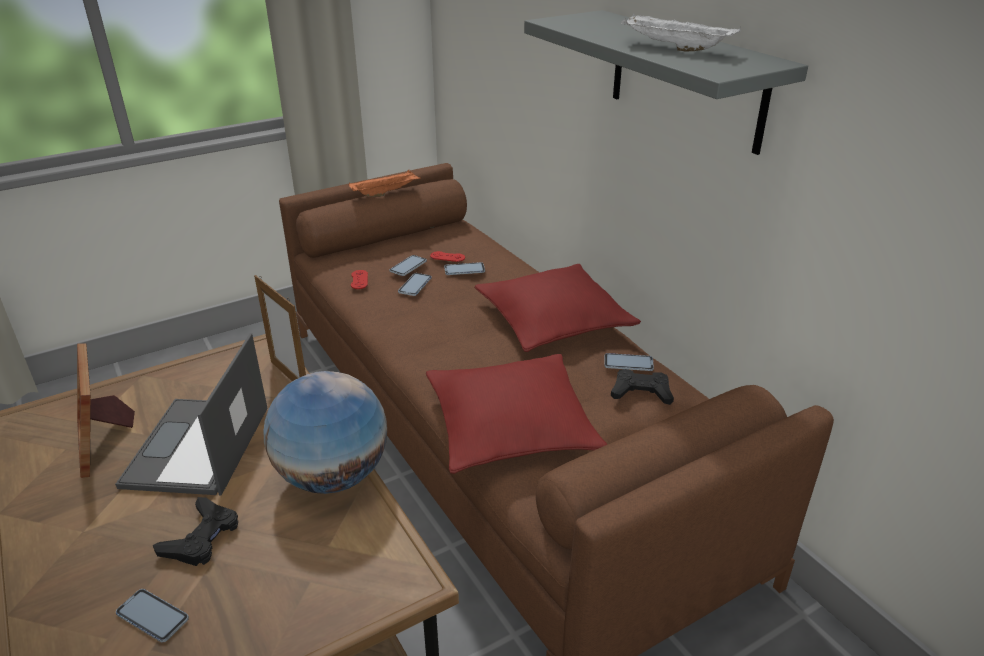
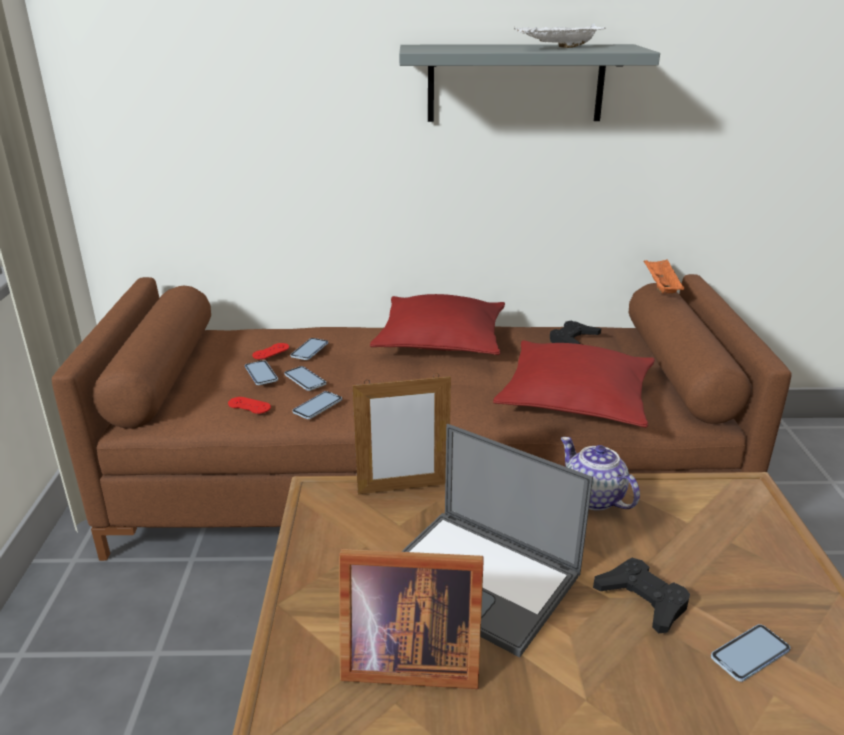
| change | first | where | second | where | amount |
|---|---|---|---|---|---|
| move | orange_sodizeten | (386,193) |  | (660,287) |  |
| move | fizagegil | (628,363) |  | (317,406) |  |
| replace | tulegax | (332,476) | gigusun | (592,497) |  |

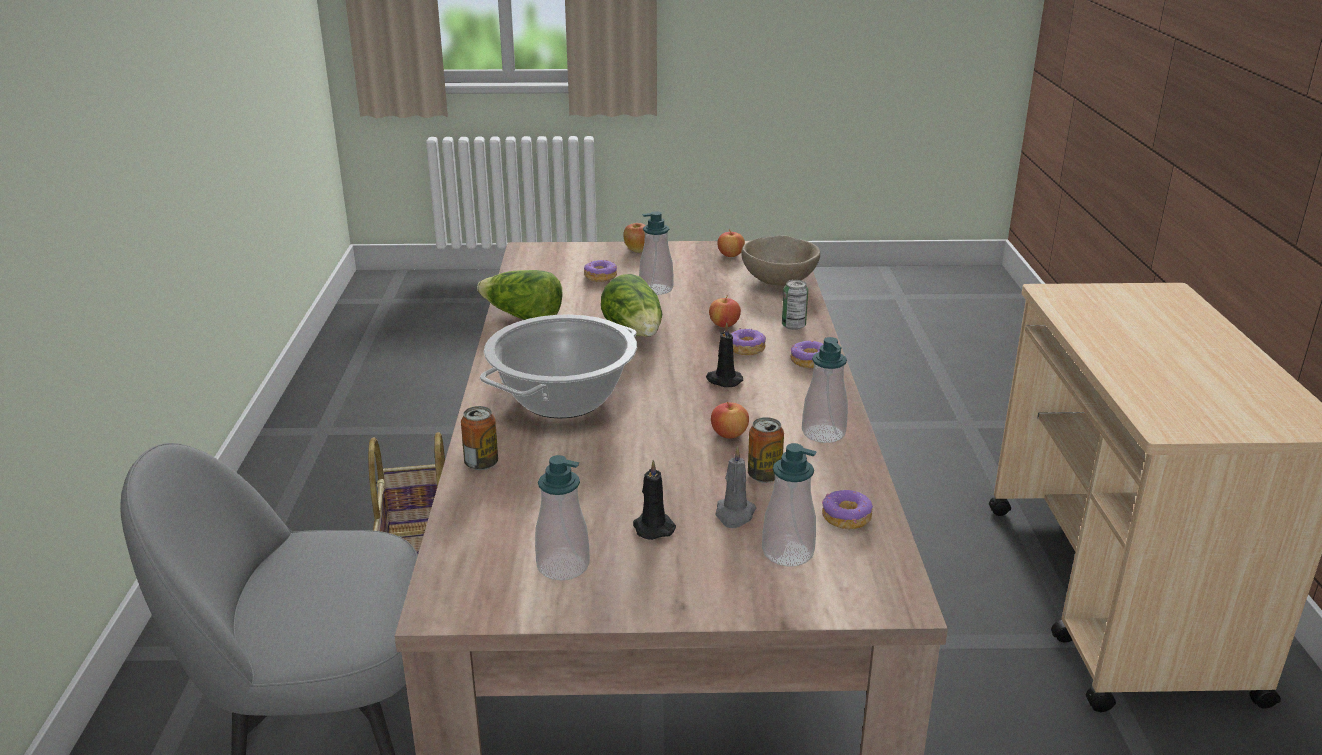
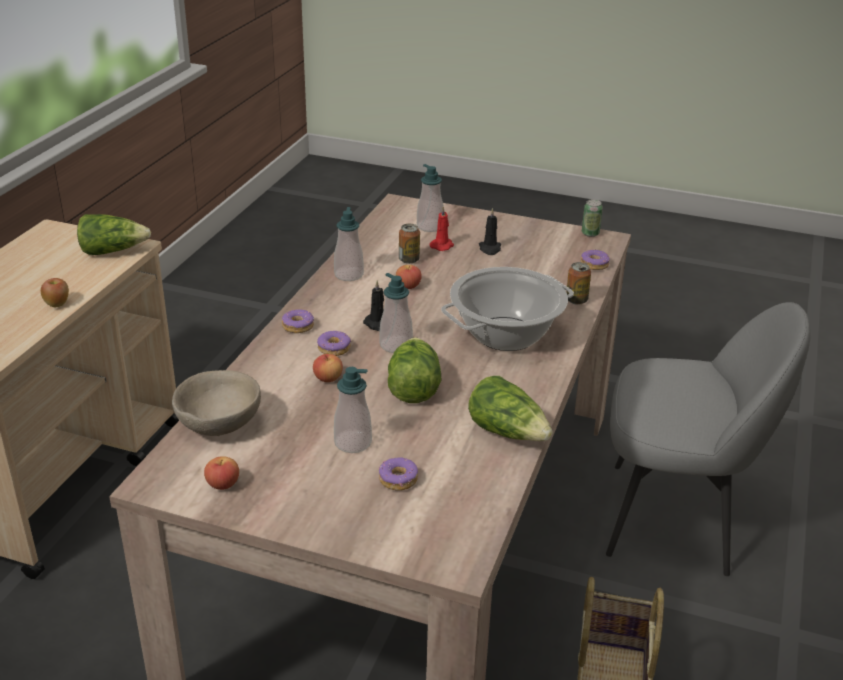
| change | first | where | second | where | amount |
|---|---|---|---|---|---|
| move | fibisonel | (636,250) |  | (57,304) |  |
| move | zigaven | (793,326) |  | (590,233) |  |
| recolor | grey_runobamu | (734,515) | red_runobamu | (442,246) |  |
| move | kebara | (563,566) |  | (396,345) |  |
| move | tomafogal | (846,517) |  | (594,264) |  |
| insert |  |  | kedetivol | (113,251) |  |

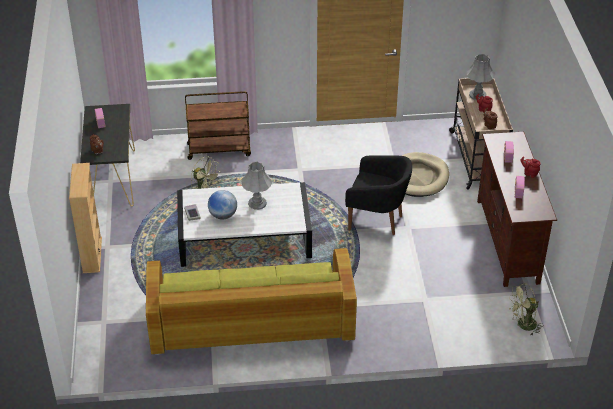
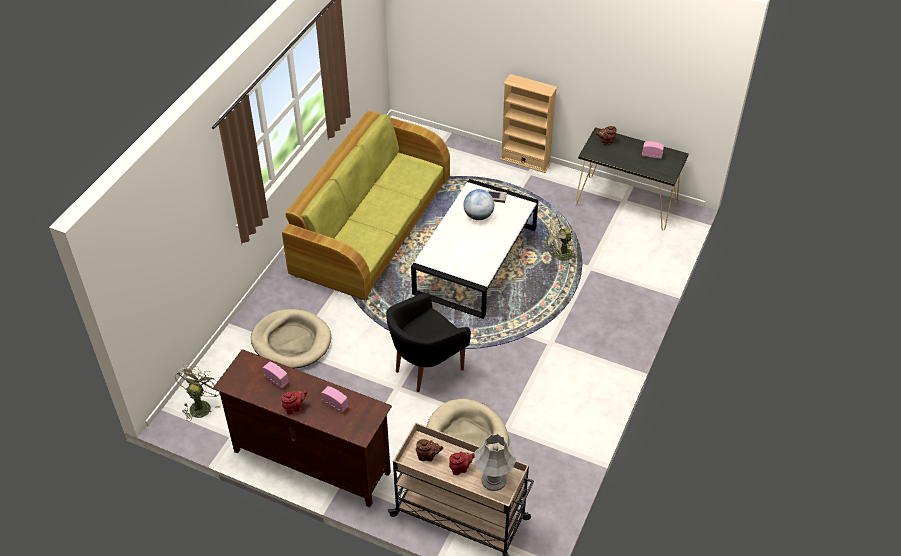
| change | first | where | second | where | amount |
|---|---|---|---|---|---|
| delete | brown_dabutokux | (219,149) |  |  |  |
| delete | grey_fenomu | (257,203) |  |  |  |
| insert |  |  | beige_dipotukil | (291,341) |  |

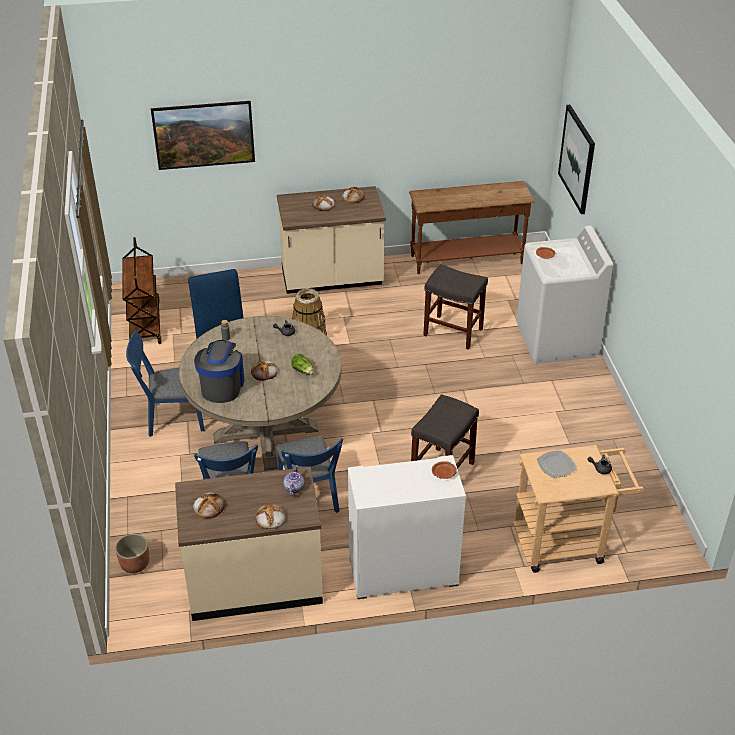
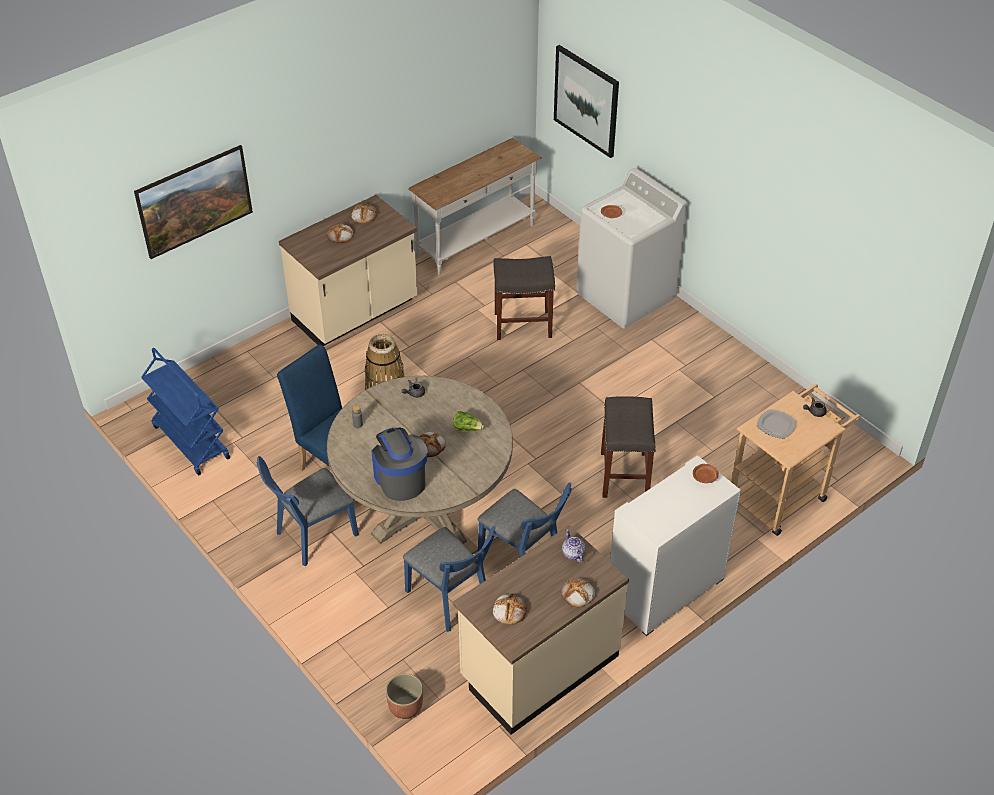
| change | first | where | second | where | amount |
|---|---|---|---|---|---|
| recolor | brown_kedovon | (467,260) | white_kedovon | (476,241) |  |
| recolor | brown_dabutokux | (144,323) | blue_dabutokux | (190,442) |  |

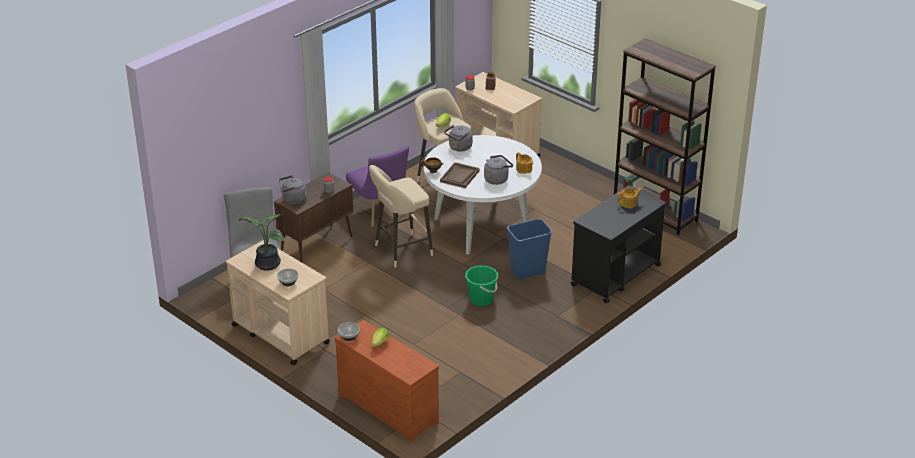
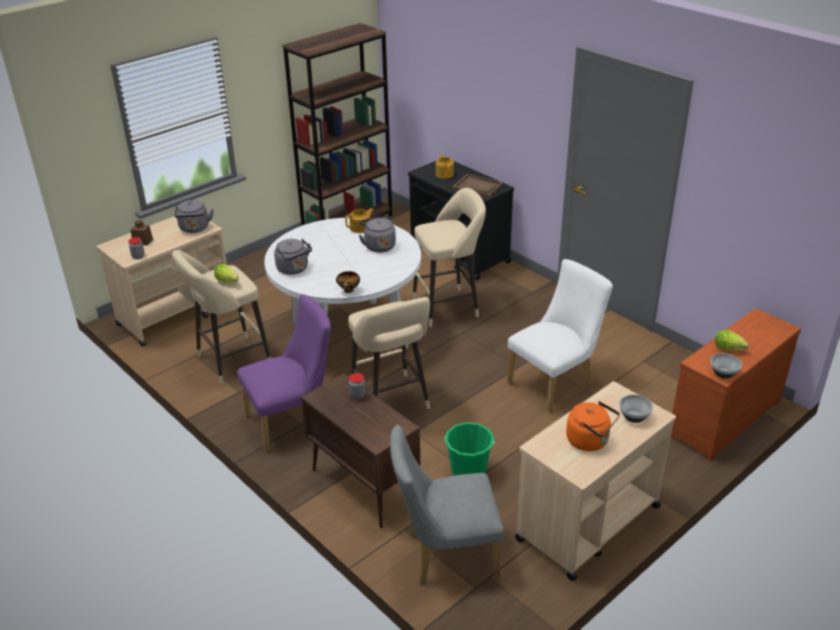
| change | first | where | second | where | amount |
|---|---|---|---|---|---|
| move | brown_sodizeten | (459,176) |  | (478,187) |  |
| move | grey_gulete | (293,200) |  | (194,229) |  |
| replace | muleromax | (266,265) | orange_gulete | (590,441) |  |
| replace | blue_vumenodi | (528,272) | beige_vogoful | (449,306) |  |
| move | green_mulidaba | (481,299) |  | (468,471) |  |
| insert |  |  | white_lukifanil | (555,382) |  |

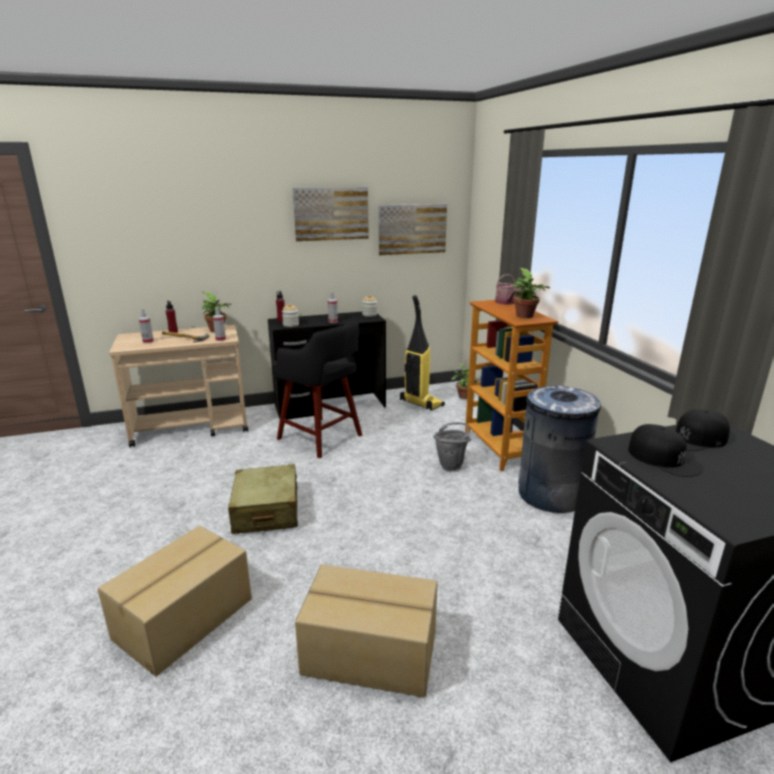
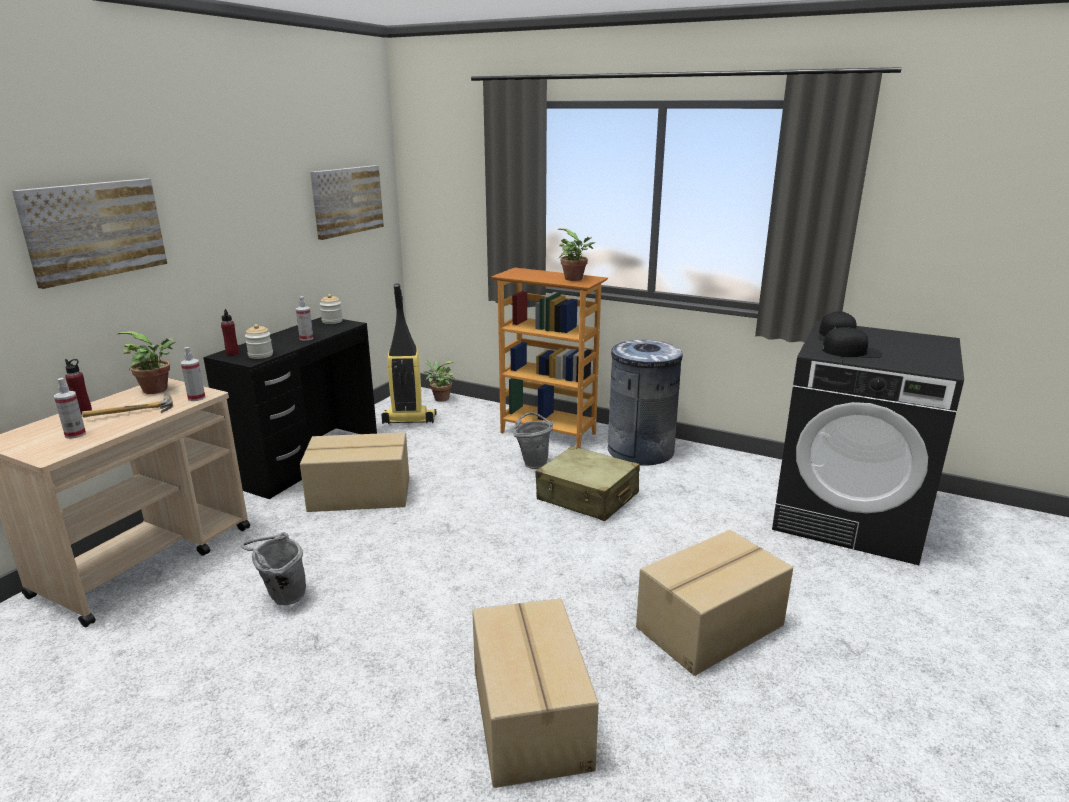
| change | first | where | second | where | amount |
|---|---|---|---|---|---|
| move | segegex | (331,213) |  | (94,230) |  |
| delete | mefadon | (506,303) |  |  |  |
| replace | black_vogoful | (321,438) | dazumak | (360,495) |  |
| move | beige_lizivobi | (266,511) |  | (587,497) |  |
| insert |  |  | grey_mulidaba | (282,598) |  |

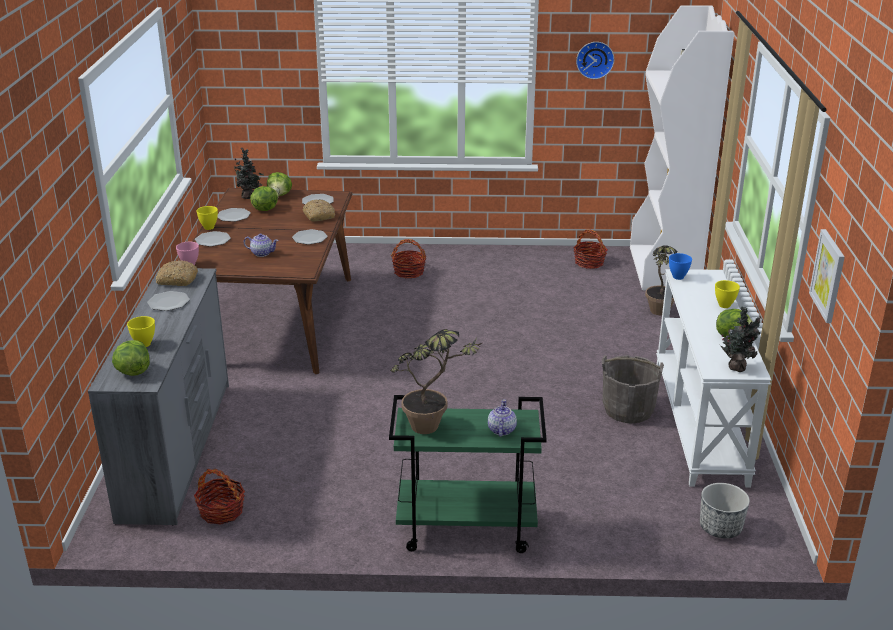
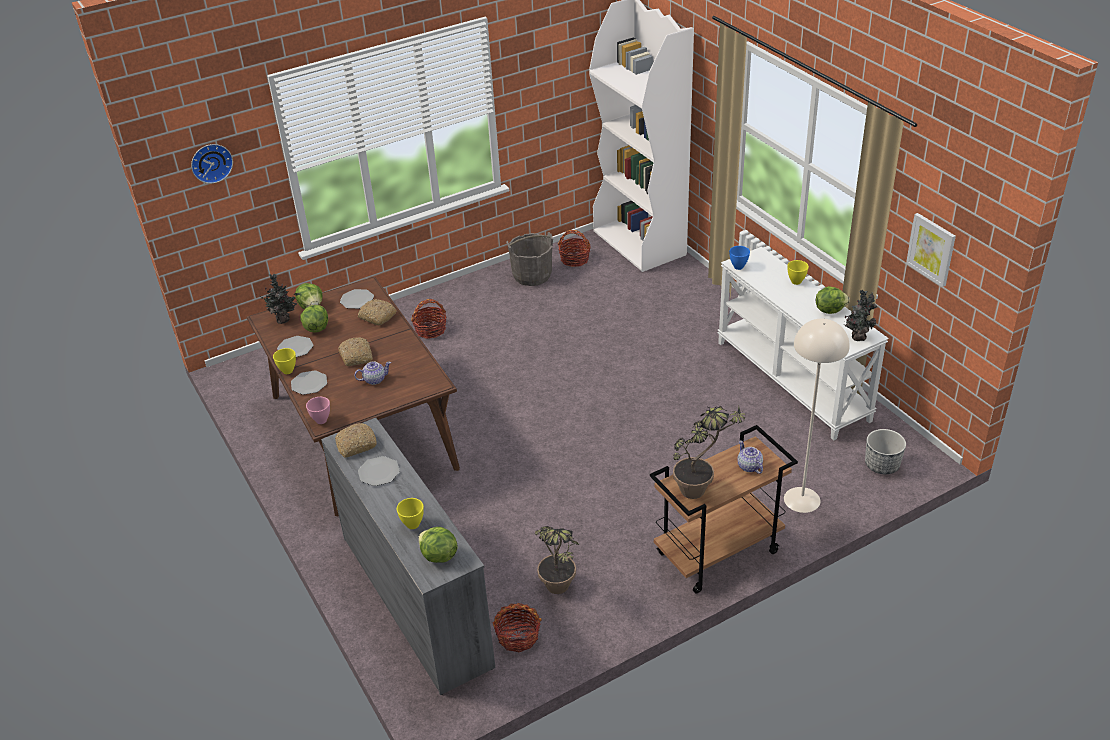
| change | first | where | second | where | amount |
|---|---|---|---|---|---|
| move | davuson | (594,59) |  | (211,162) |  |
| delete | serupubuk | (310,238) |  |  |  |
| move | muleromax | (658,314) |  | (560,592) |  |
| move | grey_mulidaba | (628,409) |  | (532,275) |  |
| recolor | green_dabutokux | (465,529) | brown_dabutokux | (717,554) |  |
| insert |  |  | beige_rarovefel | (801,499) |  |
| insert |  |  | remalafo | (357,356) |  |

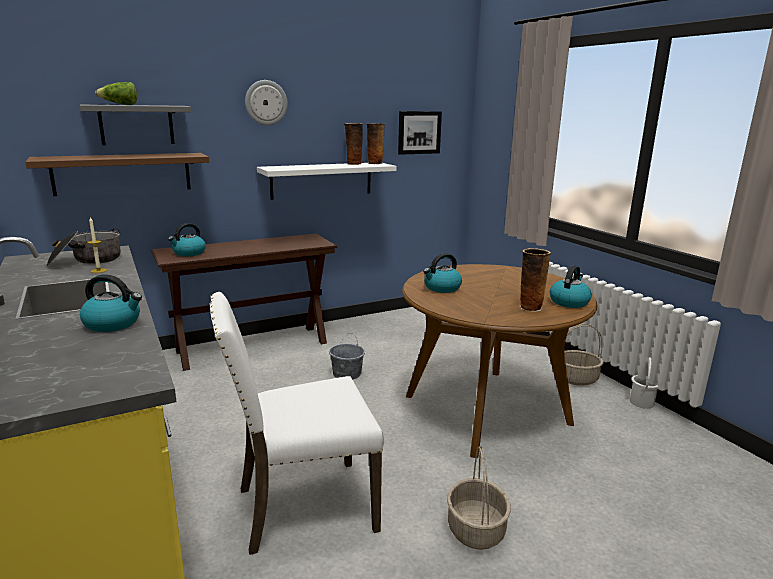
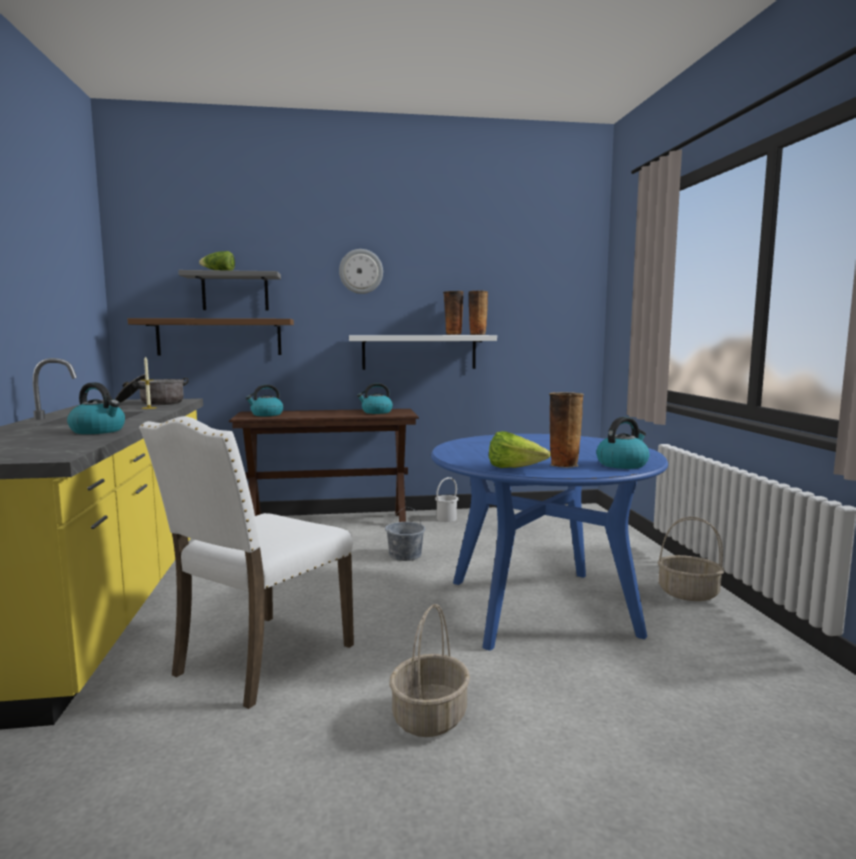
| change | first | where | second | where | amount |
|---|---|---|---|---|---|
| delete | segegex | (419,132) |  |  |  |
| move | gulete | (442,288) |  | (376,412) |  |
| recolor | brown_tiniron | (486,409) | blue_tiniron | (540,607) |  |
| rotate | white_lukifanil | (302,507) |  | (260,660) | 60 degrees counterclockwise |
| move | white_mulidaba | (642,402) |  | (447,519) |  |
| insert |  |  | kedetivol | (514,469) |  |

